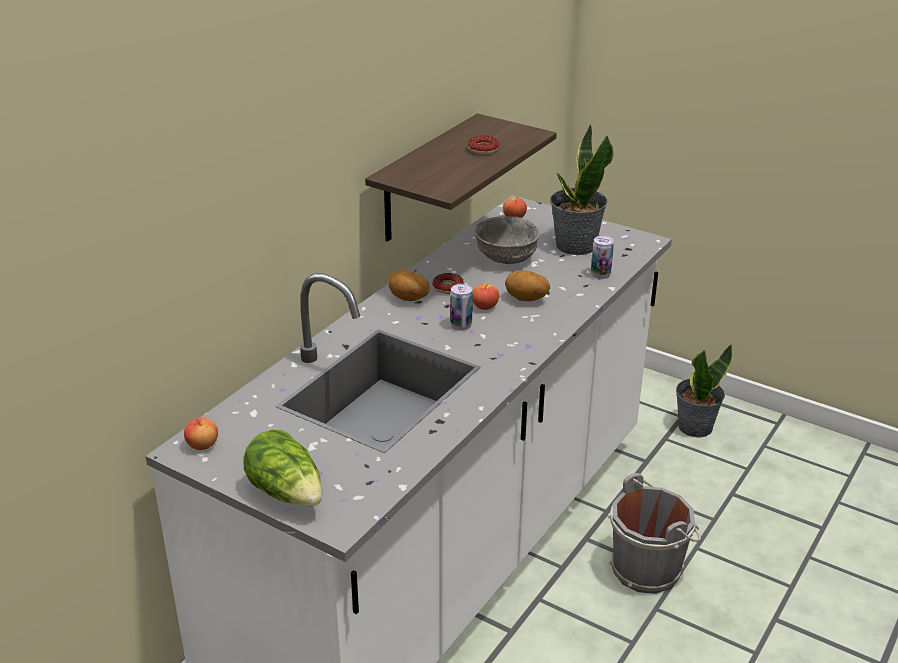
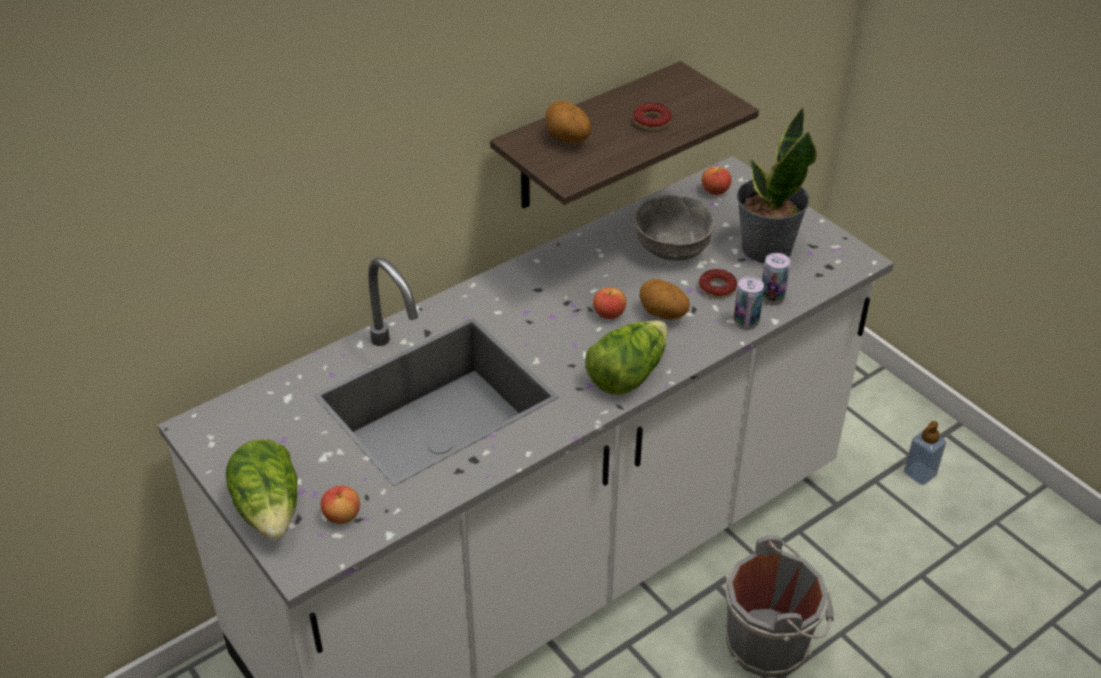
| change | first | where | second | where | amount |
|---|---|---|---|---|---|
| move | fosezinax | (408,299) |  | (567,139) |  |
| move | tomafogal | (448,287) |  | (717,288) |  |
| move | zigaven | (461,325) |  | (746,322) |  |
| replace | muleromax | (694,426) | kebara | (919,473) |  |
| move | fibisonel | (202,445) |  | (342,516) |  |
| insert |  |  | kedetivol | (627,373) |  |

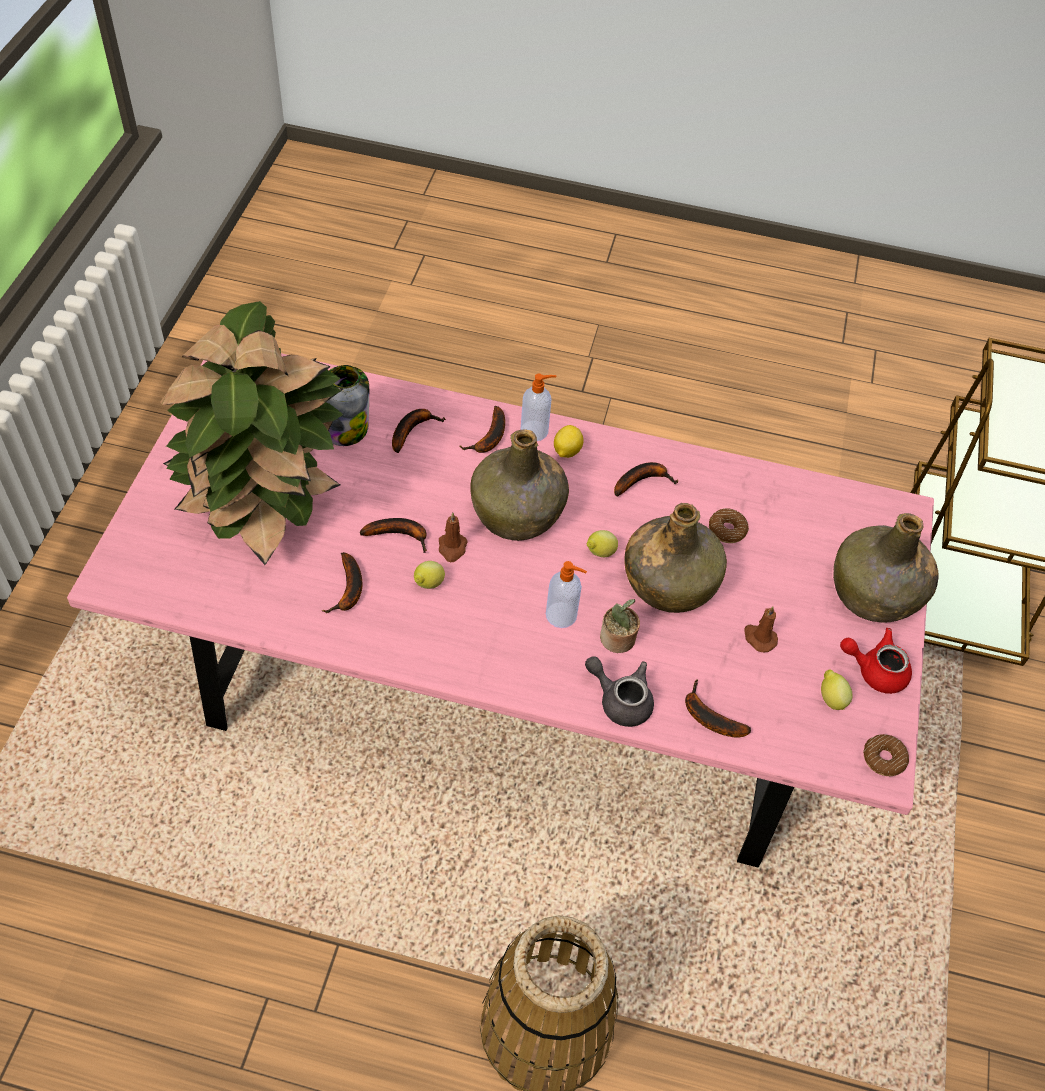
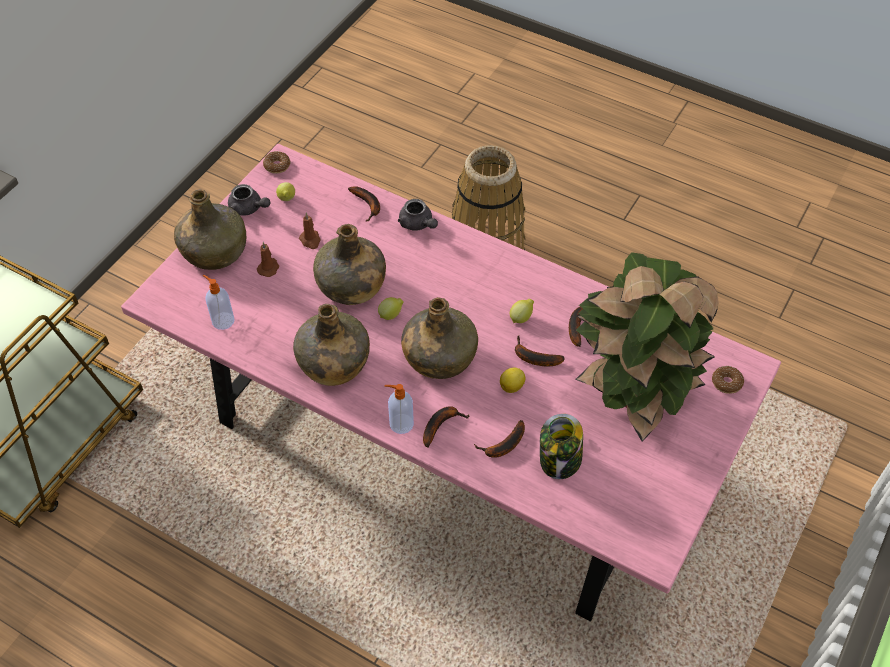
| change | first | where | second | where | amount |
|---|---|---|---|---|---|
| move | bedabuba | (566,451) |  | (512,386) |  |
| replace | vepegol | (642,480) | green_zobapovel | (333,363) |  |
| move | tomafogal | (727,530) |  | (726,382) |  |
| move | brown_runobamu | (452,548) |  | (269,268) |  |
| move | kebara | (562,615) |  | (222,320) |  |
| delete | muleromax | (618,640) |  |  |  |
| recolor | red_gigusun | (875,670) | grey_gigusun | (249,208) |  |

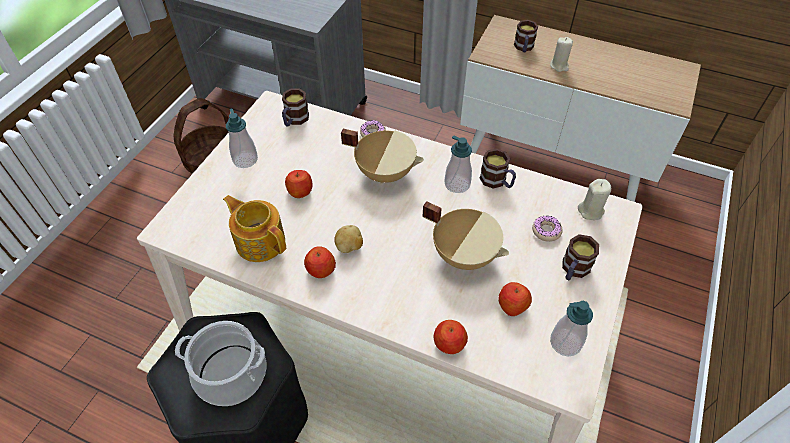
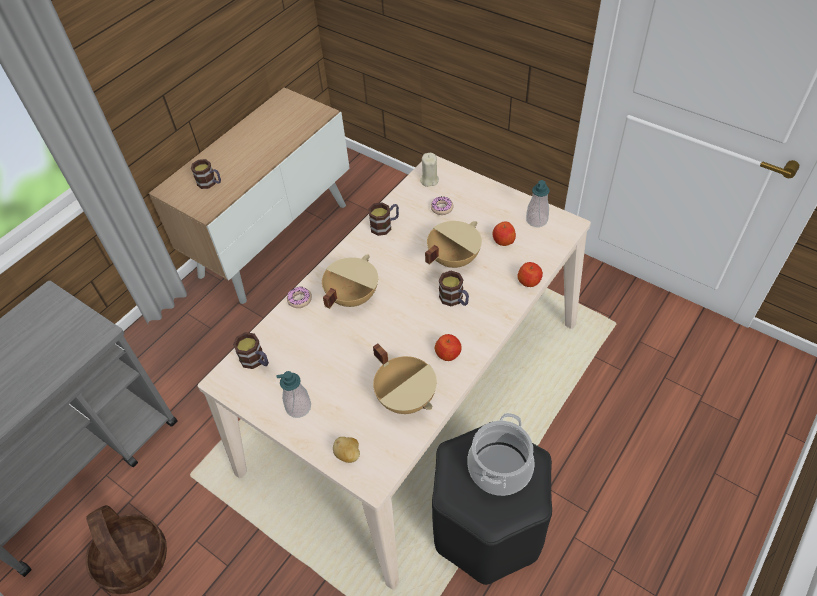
| change | first | where | second | where | amount |
|---|---|---|---|---|---|
| delete | beige_runobamu | (559,66) |  |  |  |
| delete | kebara | (457,184) |  |  |  |
| delete | fibisonel | (300,191) |  |  |  |
| replace | gigusun | (260,241) | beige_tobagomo | (406,397) |  |
| move | fosezinax | (349,247) |  | (348,454) |  |
| move | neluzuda | (573,270) |  | (454,300) |  |

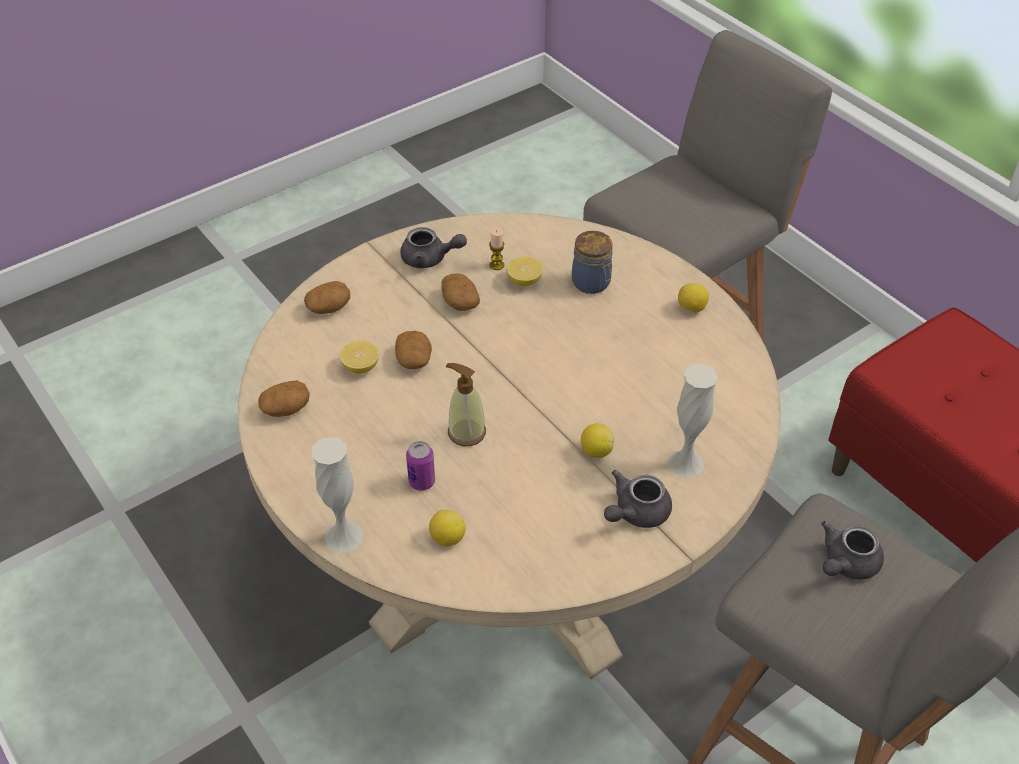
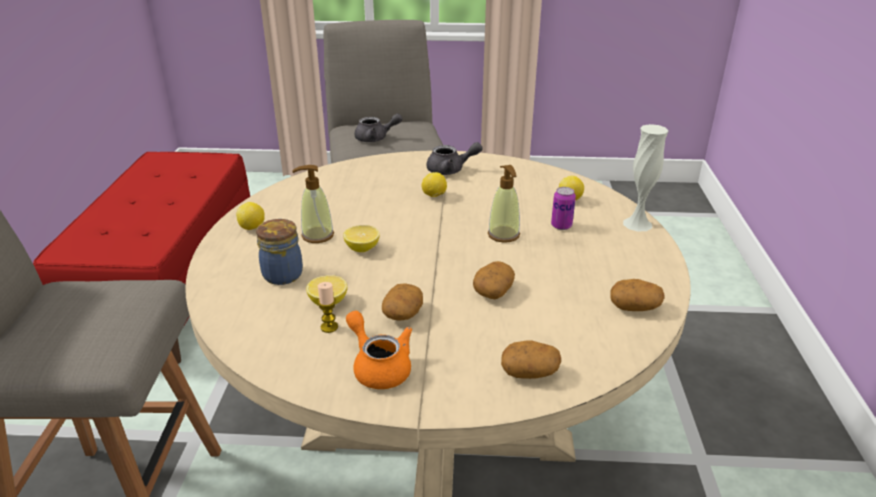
| change | first | where | second | where | amount |
|---|---|---|---|---|---|
| recolor | grey_gigusun | (430,259) | orange_gigusun | (379,367) |  |
| move | bedabuba | (361,367) |  | (362,248) |  |
| delete | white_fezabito | (685,463) |  |  |  |
| insert |  |  | kebara | (317,235) |  |

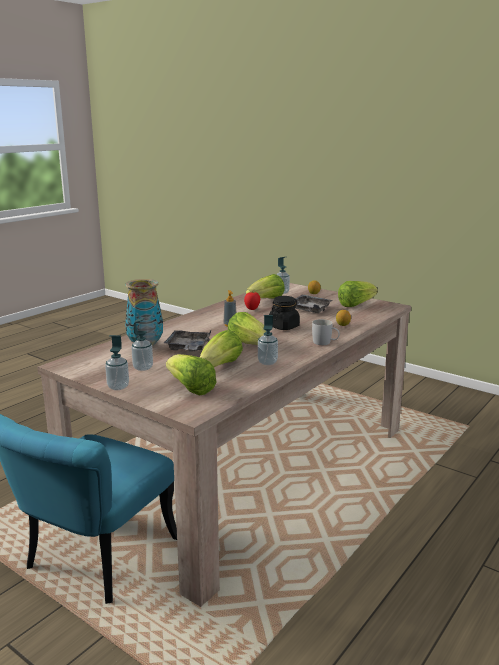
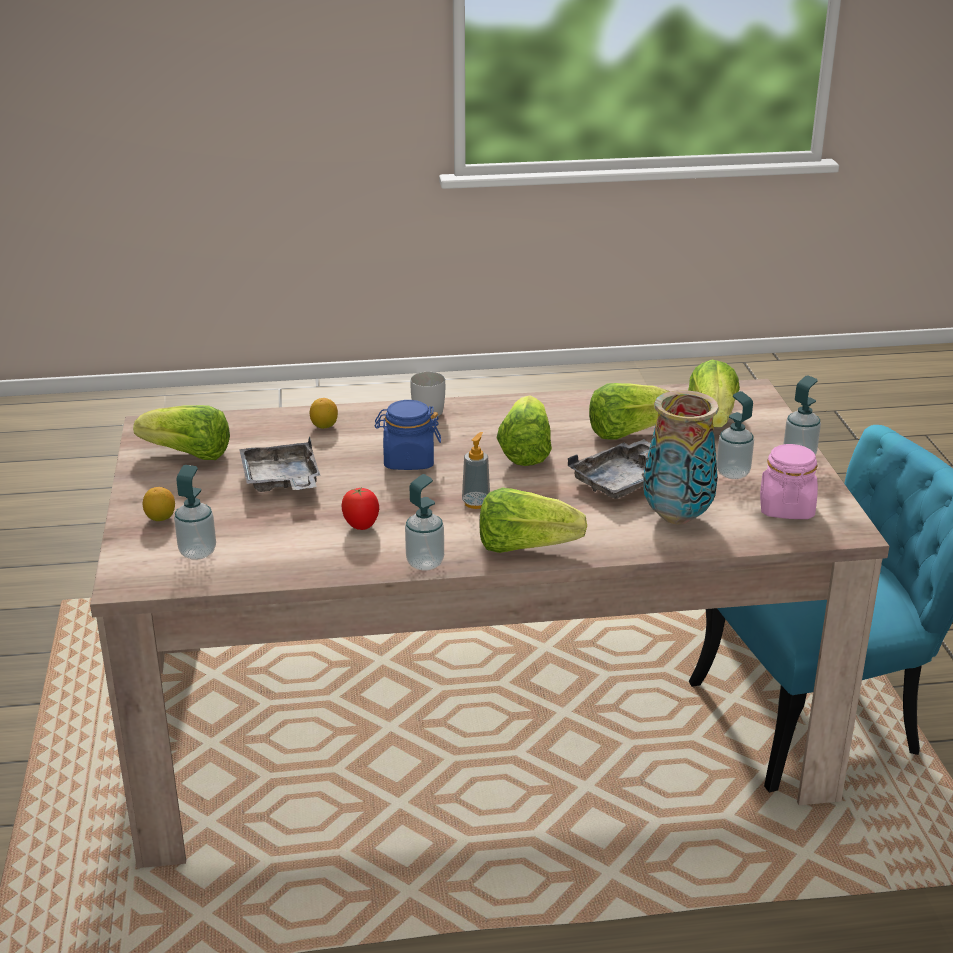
| change | first | where | second | where | amount |
|---|---|---|---|---|---|
| move | kedetivol | (266,300) |  | (525,546) |  |
| recolor | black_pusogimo | (284,327) | blue_pusogimo | (408,461) |  |
| move | kebara | (267,362) |  | (425,563) |  |
| insert |  |  | pink_pusogimo | (786,508) |  |

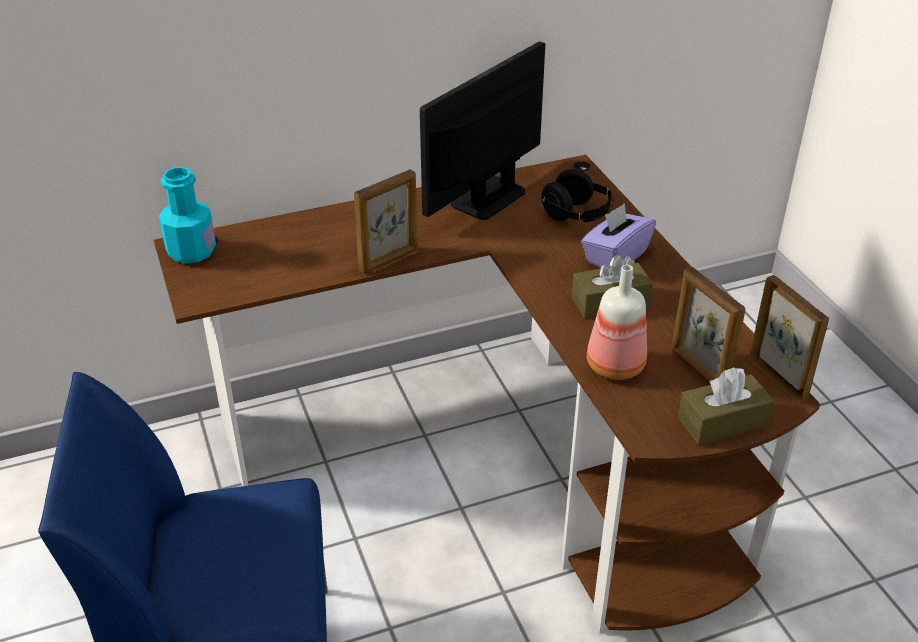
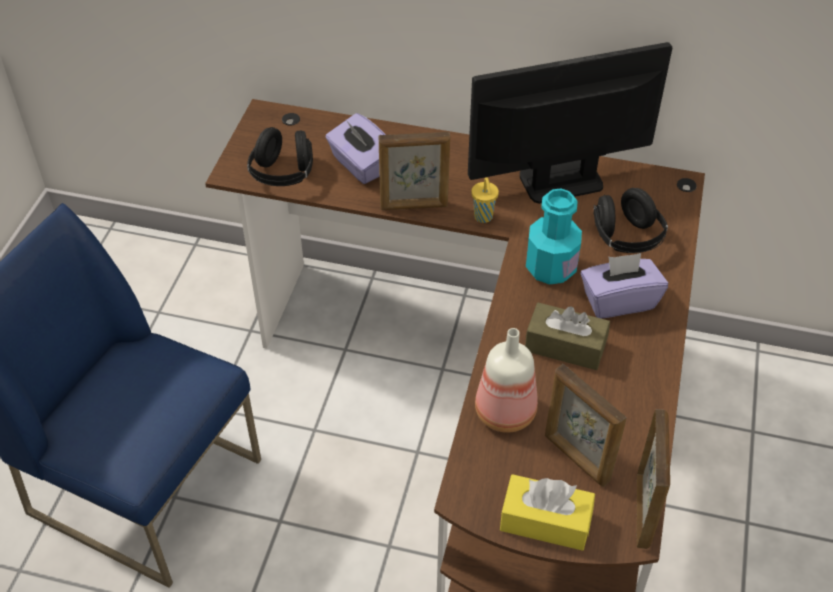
| change | first | where | second | where | amount |
|---|---|---|---|---|---|
| move | turquoise_zobapovel | (191,251) |  | (550,268) |  |
| rotate | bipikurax | (698,370) |  | (576,458) | 45 degrees counterclockwise |
| recolor | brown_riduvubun | (722,422) | yellow_riduvubun | (545,521) |  |
| insert |  |  | purple_riduvubun | (361,165) |  |
| insert |  |  | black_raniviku | (283,174) |  |
| insert |  |  | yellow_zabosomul | (483,217) |  |

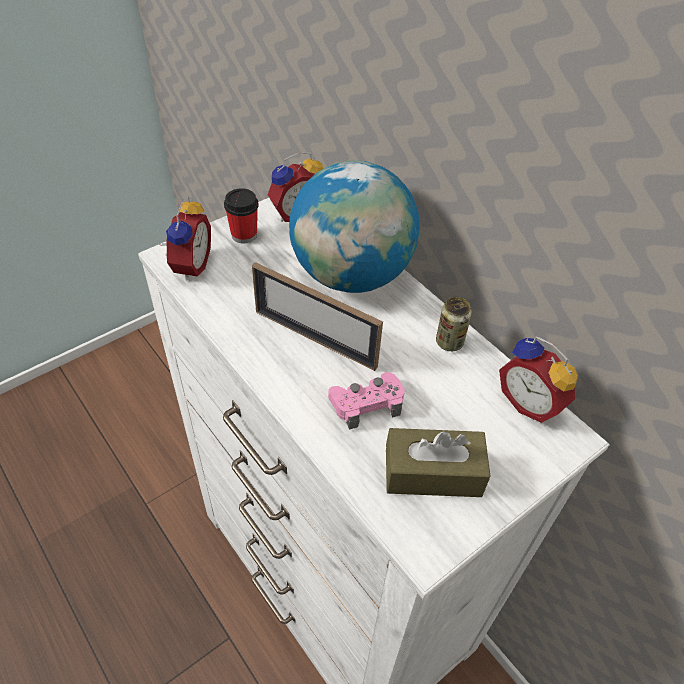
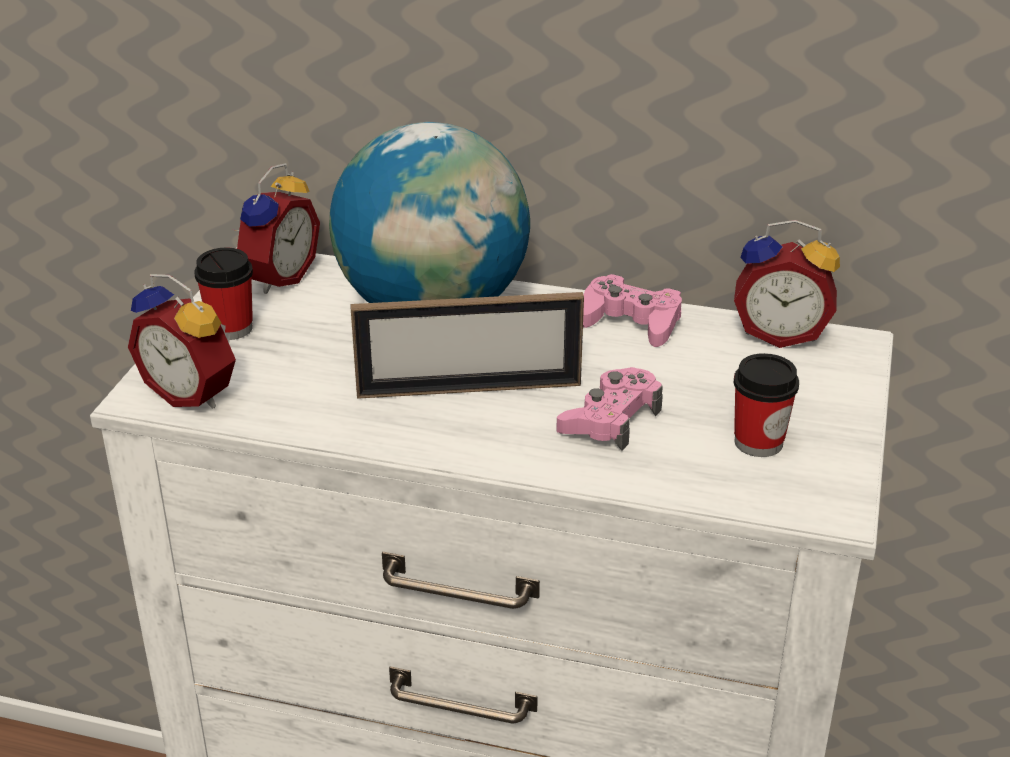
| change | first | where | second | where | amount |
|---|---|---|---|---|---|
| rotate | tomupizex | (189,266) |  | (193,393) | 150 degrees clockwise |
| replace | zigaven | (449,342) | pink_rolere | (631,321) |  |
| replace | brown_riduvubun | (432,473) | zabosomul | (758,442) |  |

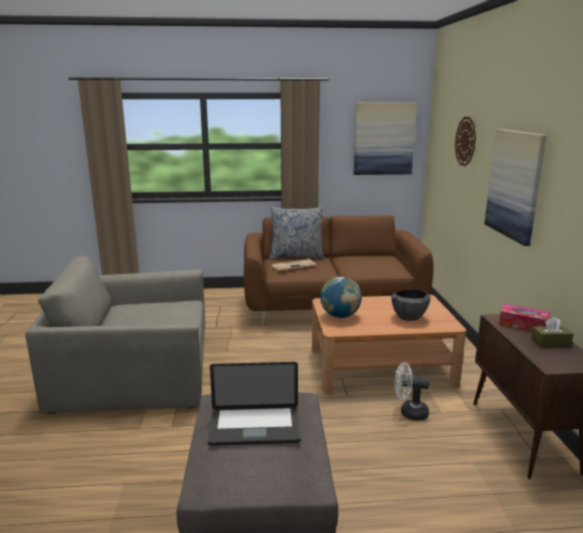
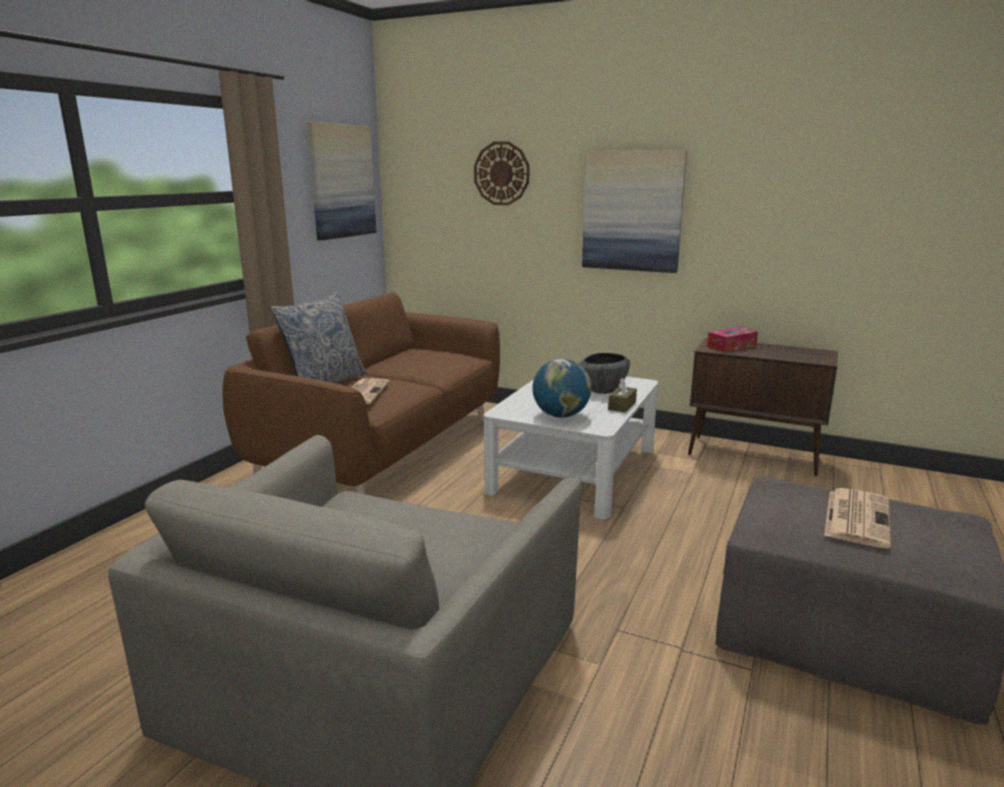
| change | first | where | second | where | amount |
|---|---|---|---|---|---|
| recolor | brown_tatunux | (380,366) | white_tatunux | (574,469) |  |
| move | brown_riduvubun | (550,343) |  | (622,406) |  |
| replace | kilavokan | (254,427) | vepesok | (856,517) |  |
| delete | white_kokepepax | (409,412) |  |  |  |

